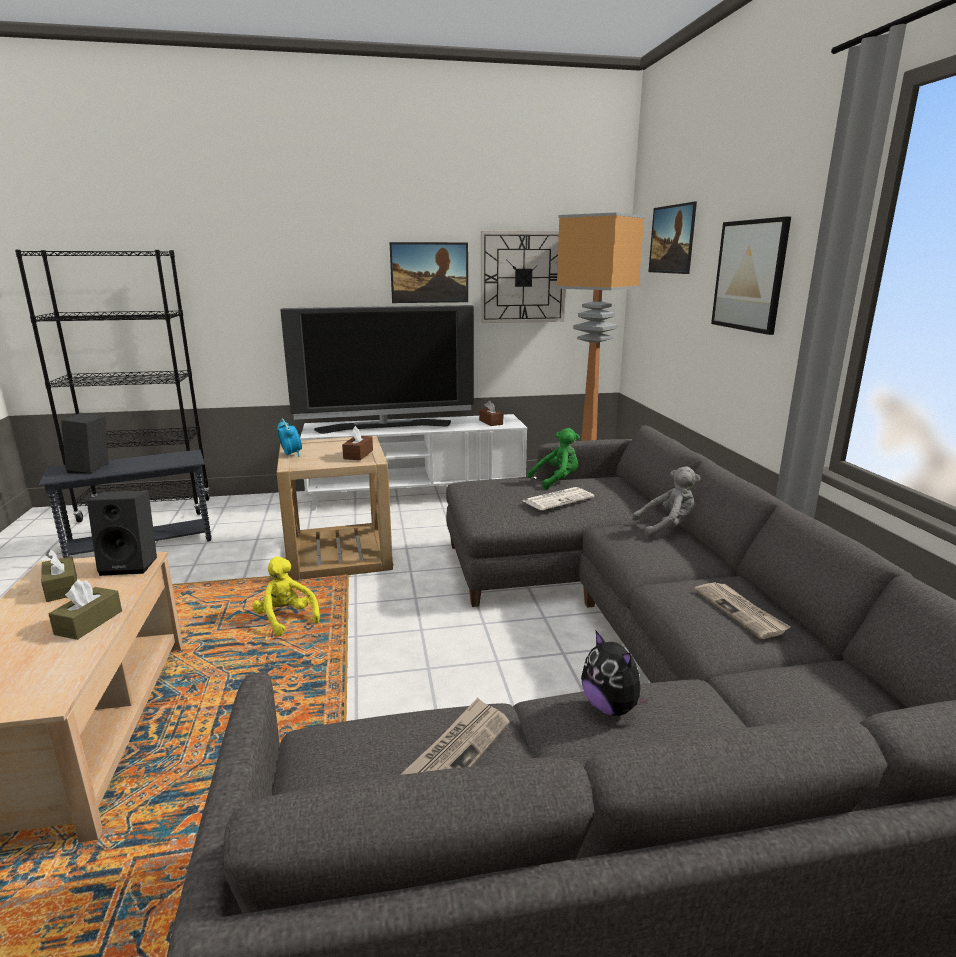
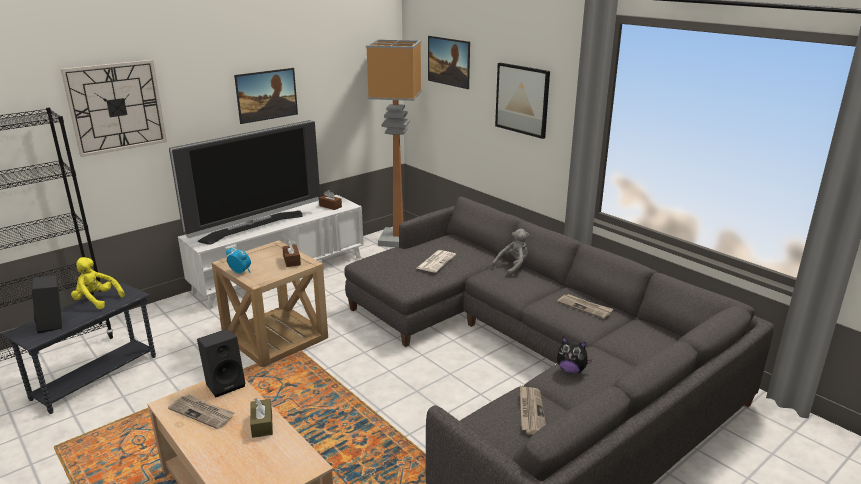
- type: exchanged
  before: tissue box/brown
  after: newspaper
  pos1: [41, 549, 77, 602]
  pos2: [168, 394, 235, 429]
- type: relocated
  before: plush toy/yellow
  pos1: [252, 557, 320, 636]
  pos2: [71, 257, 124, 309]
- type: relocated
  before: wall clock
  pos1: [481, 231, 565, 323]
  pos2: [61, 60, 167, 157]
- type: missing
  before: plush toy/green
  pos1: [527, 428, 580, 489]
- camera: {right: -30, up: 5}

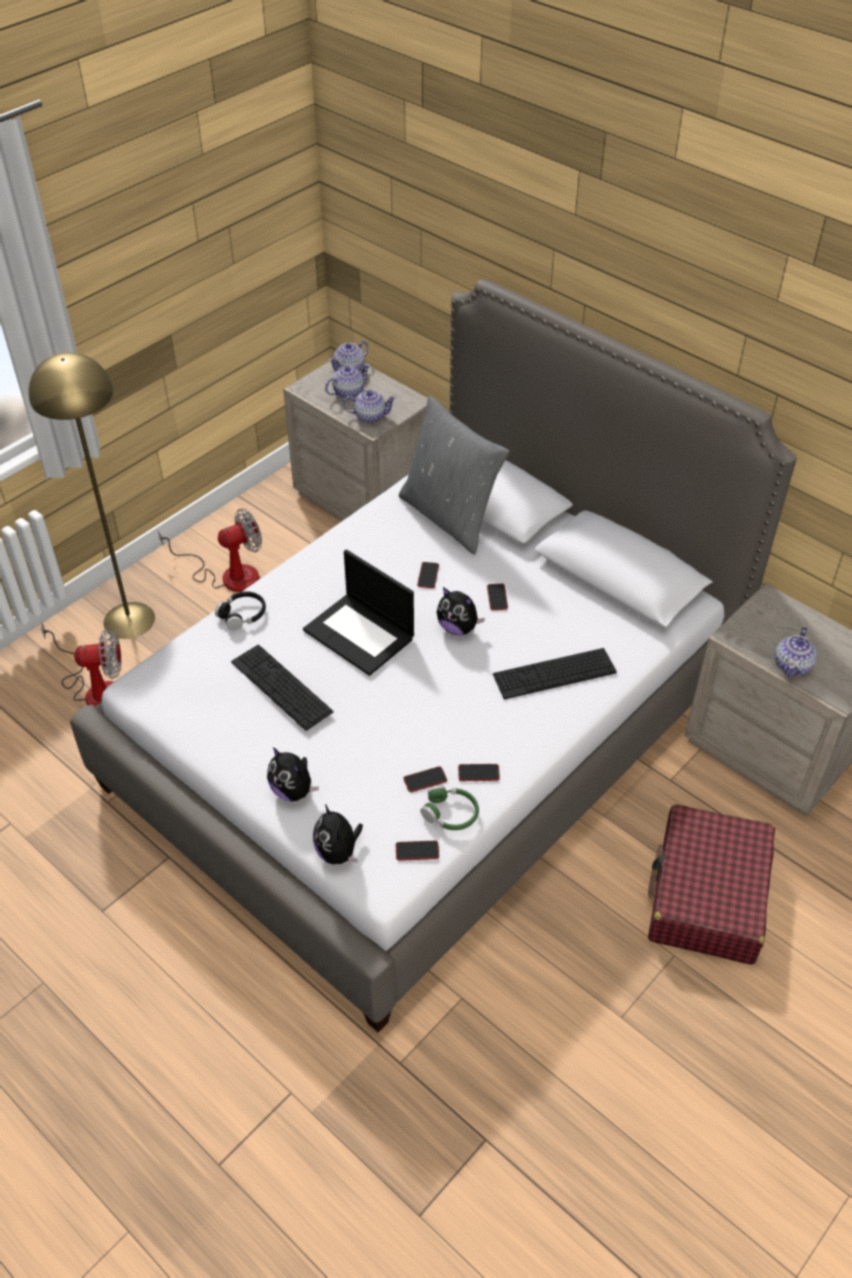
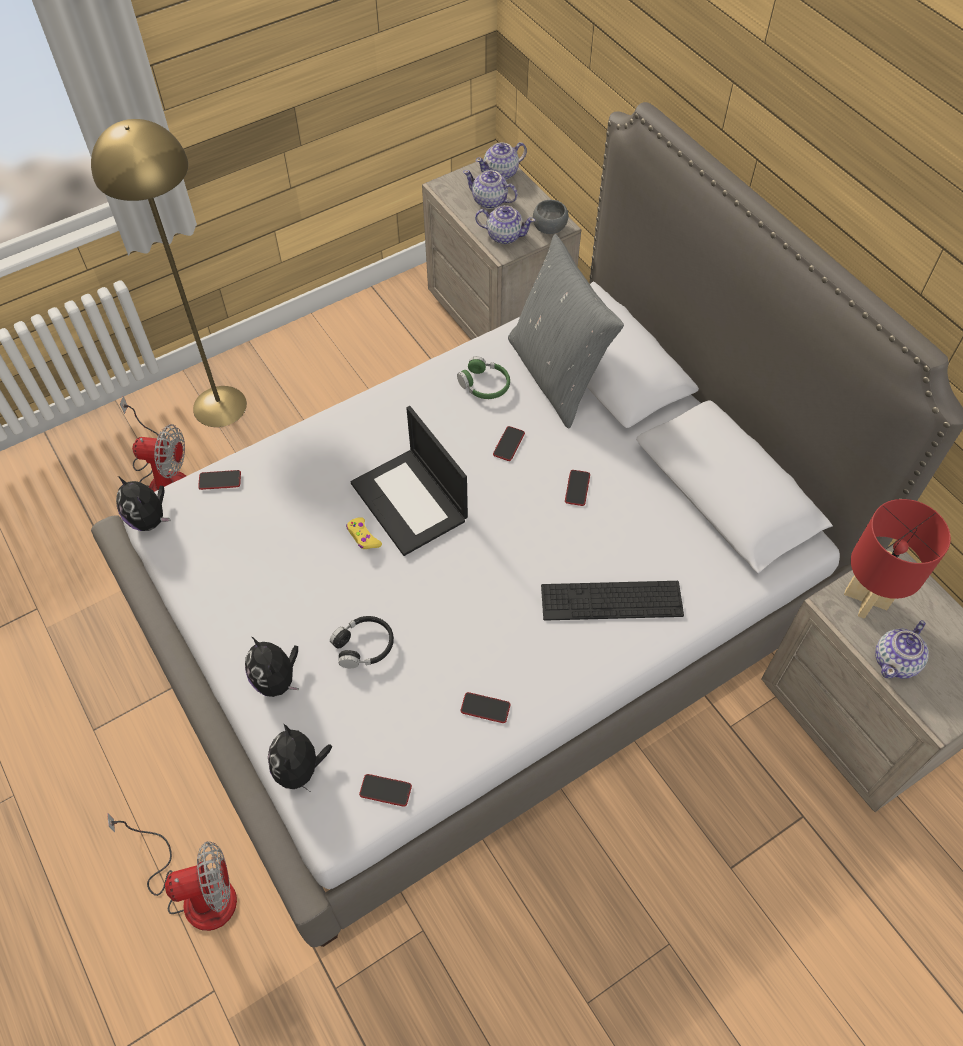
- type: relocated
  before: fan
  pos1: [158, 509, 262, 592]
  pos2: [107, 813, 237, 931]
- type: relocated
  before: headphones/black
  pos1: [215, 591, 266, 630]
  pos2: [330, 616, 394, 668]
- type: missing
  before: keyboard
  pos1: [231, 645, 333, 731]
- type: spun
  before: teapot
  pos1: [325, 364, 370, 398]
  pos2: [463, 170, 518, 209]
  turn: -135
- type: relocated
  before: phone
  pos1: [403, 766, 447, 792]
  pos2: [198, 470, 241, 490]
- type: relocated
  before: headphones/green
  pos1: [421, 785, 479, 830]
  pos2: [457, 356, 510, 399]
- type: relocated
  before: plush toy
  pos1: [437, 587, 485, 635]
  pos2: [116, 476, 171, 531]
- type: missing
  before: suitcase/red
  pos1: [648, 804, 775, 965]
- type: appeared
  after: game controller/yellow
  pos2: [346, 517, 382, 549]
- type: appeared
  after: bowl/grey
  pos2: [533, 200, 568, 234]
- type: appeared
  after: table lamp/red
  pos2: [844, 499, 951, 619]
- camera: {right: 15, up: 10}

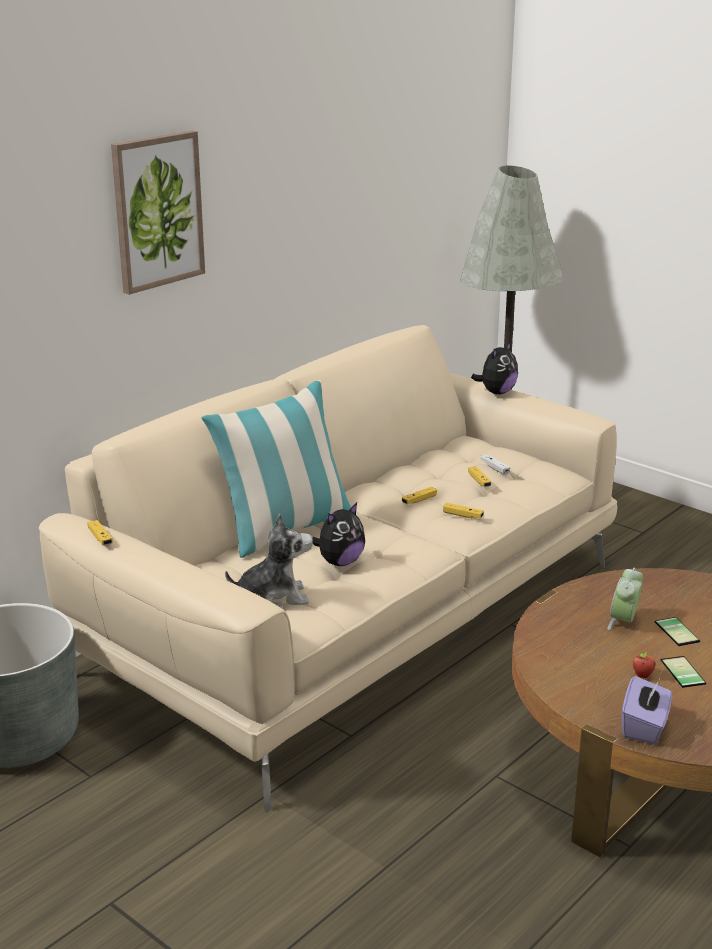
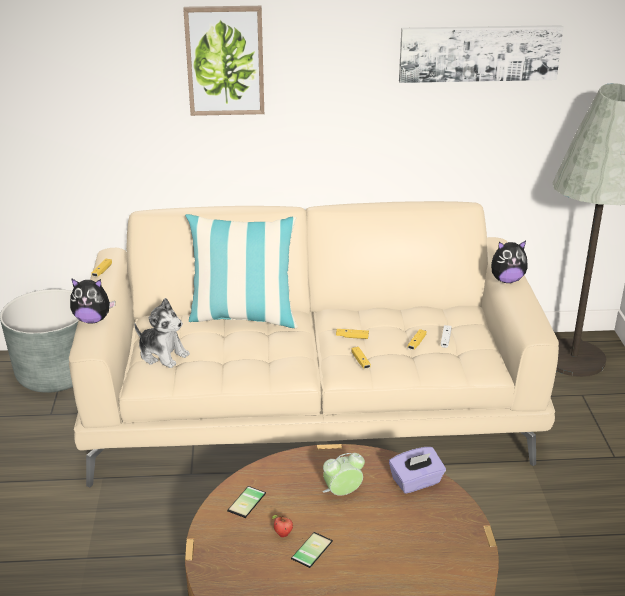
- type: relocated
  before: plush toy
  pos1: [313, 503, 365, 566]
  pos2: [70, 278, 115, 324]
- type: relocated
  before: tissue box/purple
  pos1: [622, 676, 672, 744]
  pos2: [389, 447, 446, 494]
- type: relocated
  before: phone
  pos1: [655, 617, 700, 646]
  pos2: [227, 486, 266, 518]
- type: appeared
  after: picture
  pos2: [399, 25, 563, 83]
- camera: {right: 45, up: 5}

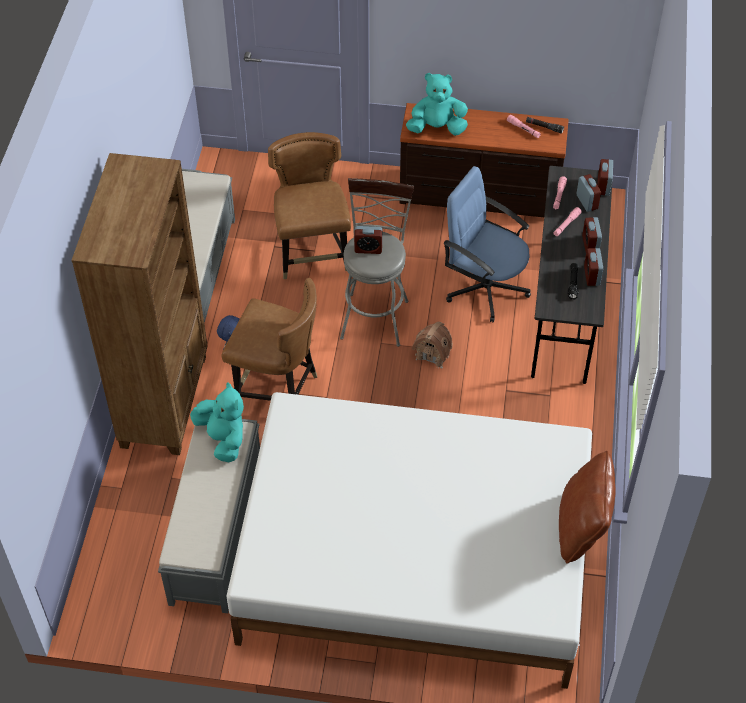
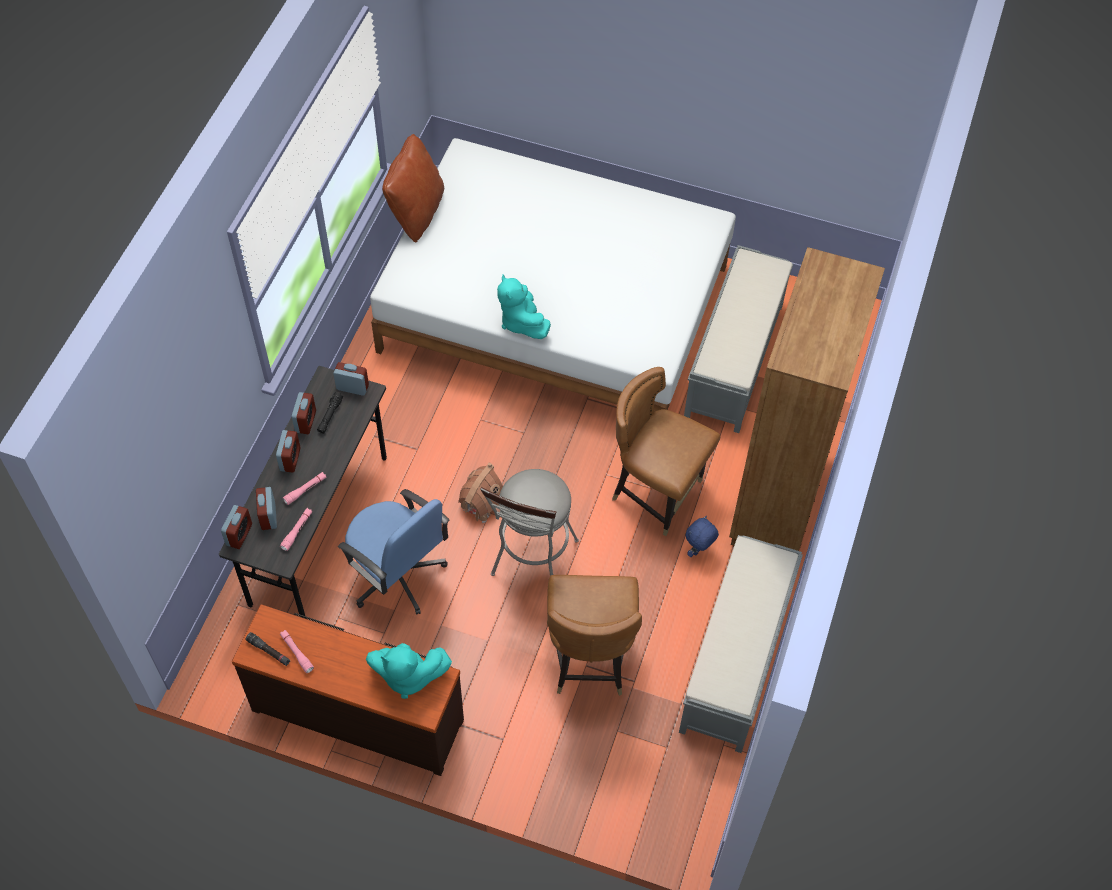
- type: relocated
  before: plush toy/turquoise
  pos1: [190, 382, 244, 463]
  pos2: [497, 274, 551, 339]
- type: relocated
  before: alarm clock
  pos1: [354, 226, 383, 254]
  pos2: [333, 362, 369, 396]
- camera: {right: -170, up: 5}

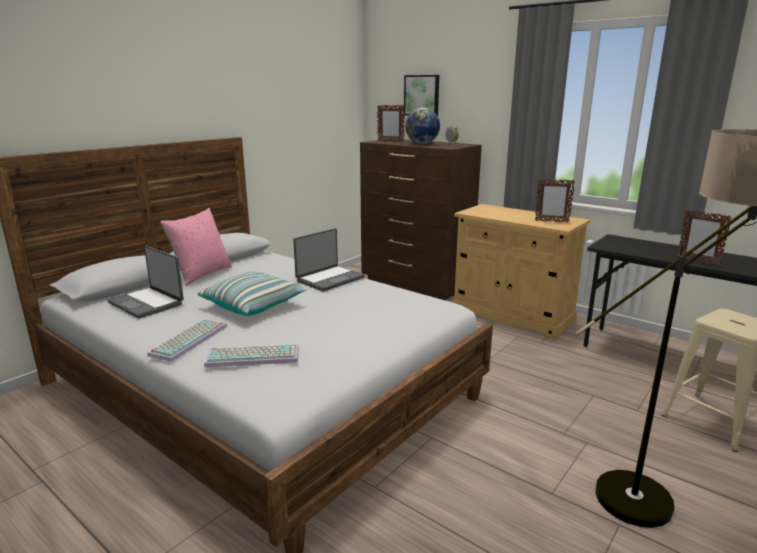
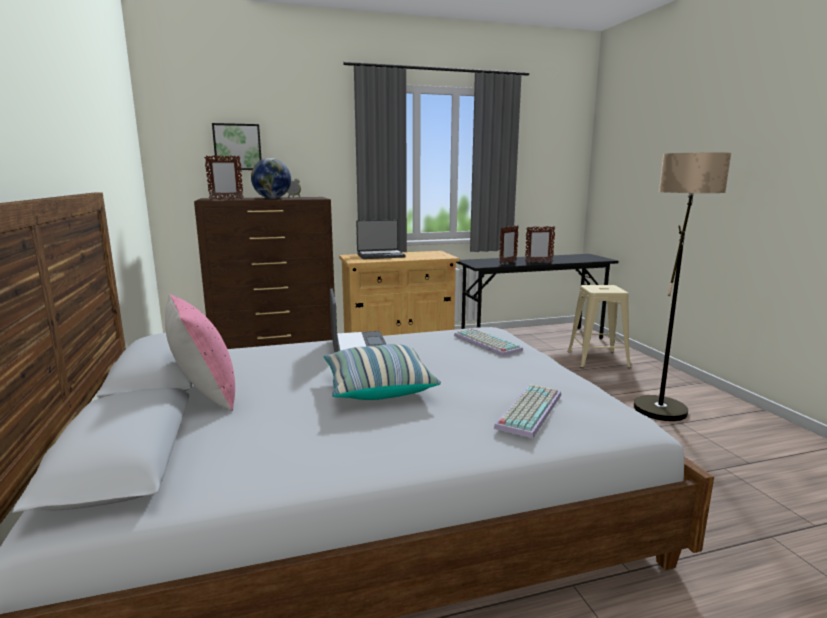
- type: relocated
  before: laptop
  pos1: [107, 246, 184, 319]
  pos2: [356, 219, 406, 259]
- type: relocated
  before: keyboard
  pos1: [147, 319, 227, 362]
  pos2: [454, 328, 523, 356]
- type: relocated
  before: picture frame
  pos1: [535, 179, 575, 223]
  pos2: [499, 225, 518, 264]
- camera: {right: -55, up: -5}

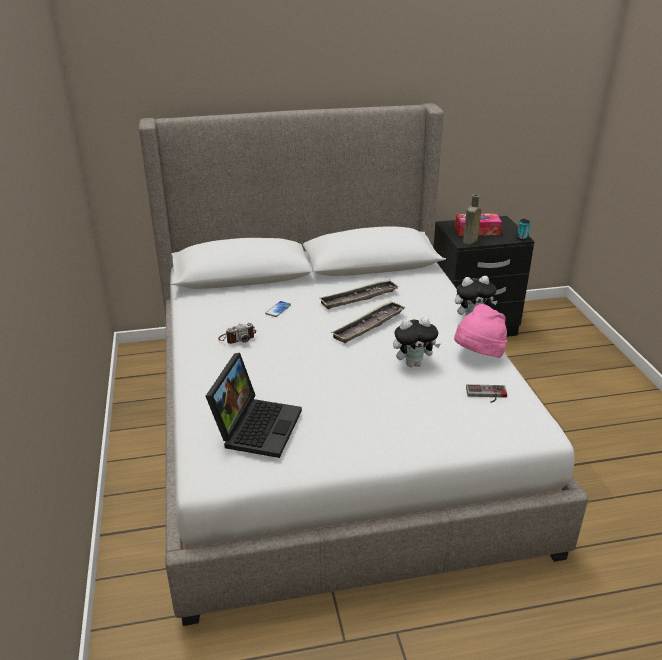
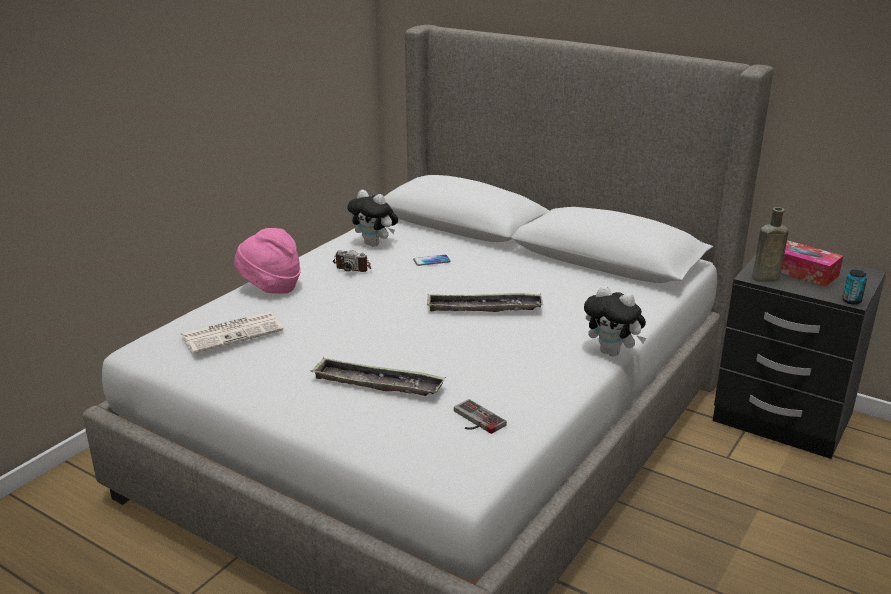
- type: exchanged
  before: laptop
  after: newspaper
  pos1: [206, 353, 302, 458]
  pos2: [181, 312, 283, 354]
- type: relocated
  before: tray
  pos1: [319, 279, 399, 309]
  pos2: [310, 357, 446, 396]
- type: relocated
  before: plush toy
  pos1: [393, 317, 440, 367]
  pos2: [347, 190, 398, 247]
- type: relocated
  before: hat/pink
  pos1: [454, 304, 507, 358]
  pos2: [234, 228, 301, 294]
- camera: {right: 45, up: -5}

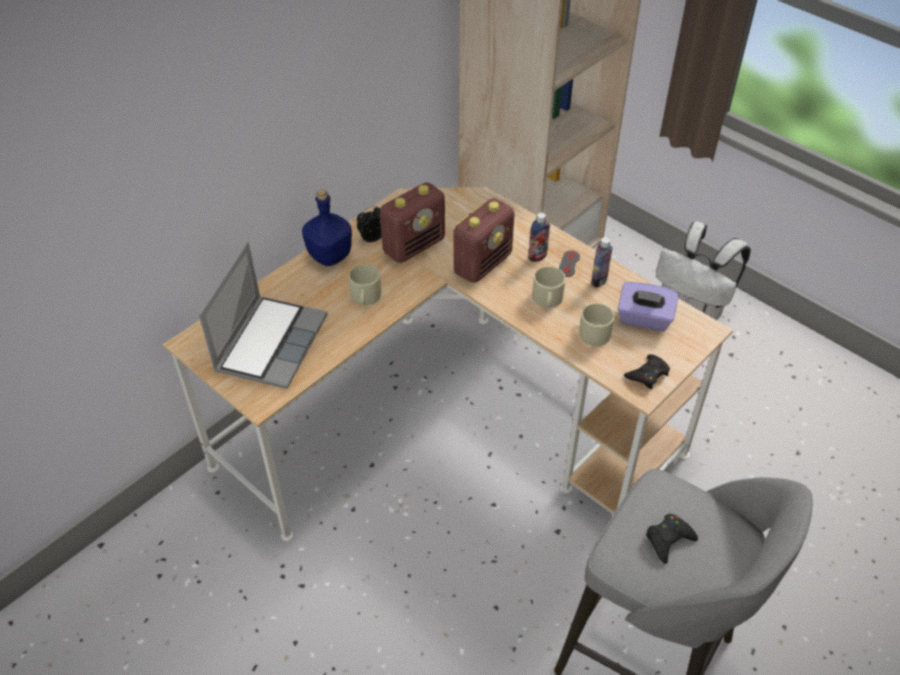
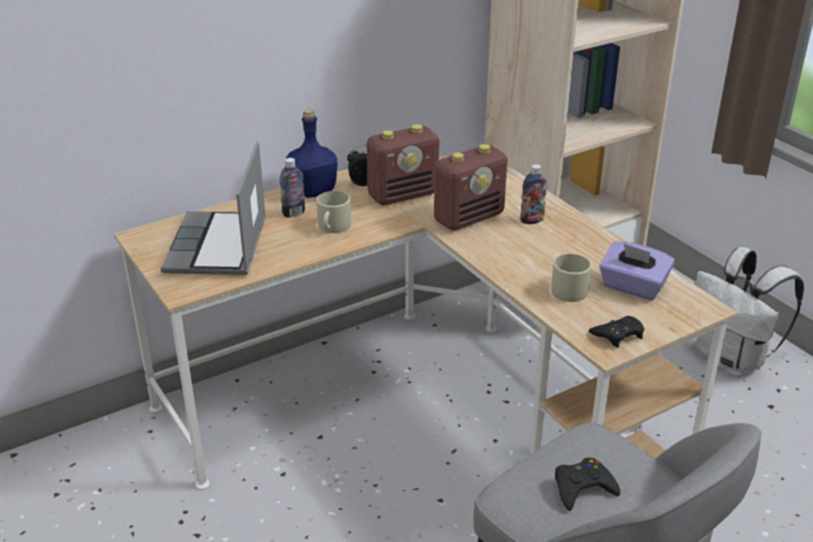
- type: spun
  before: laptop
  pos1: [199, 242, 327, 389]
  pos2: [161, 142, 266, 275]
  turn: 150
- type: missing
  before: mug/beige
  pos1: [533, 266, 566, 308]
- type: missing
  before: game controller/grey
  pos1: [559, 250, 580, 277]
- type: relocated
  before: bottle
  pos1: [591, 237, 613, 288]
  pos2: [280, 158, 305, 218]
- camera: {right: 15, up: -15}

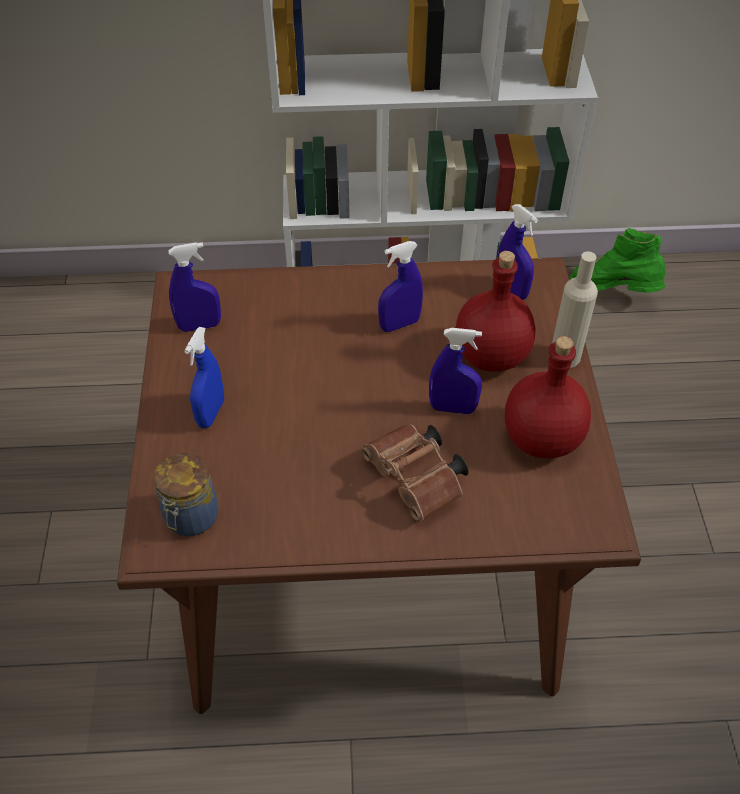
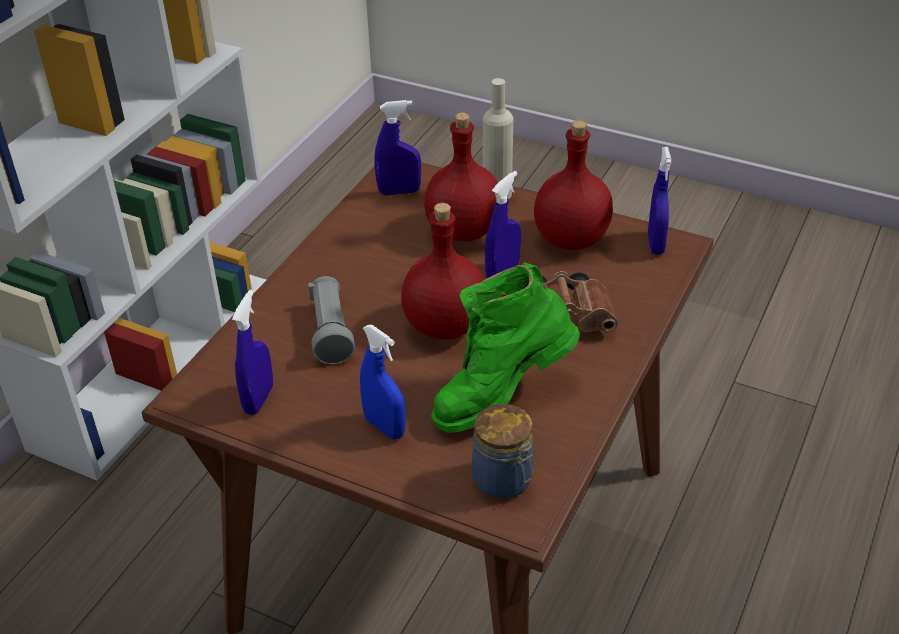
- type: relocated
  before: spray bottle/blue
  pos1: [378, 241, 423, 332]
  pos2: [648, 147, 671, 255]
- type: relocated
  before: boot/green
  pos1: [570, 228, 665, 293]
  pos2: [431, 262, 580, 433]
- type: appeared
  after: flashlight/grey
  pos2: [308, 276, 355, 365]
- type: appeared
  after: bottle/red
  pos2: [401, 203, 485, 339]
- camera: {right: -60, up: -10}

